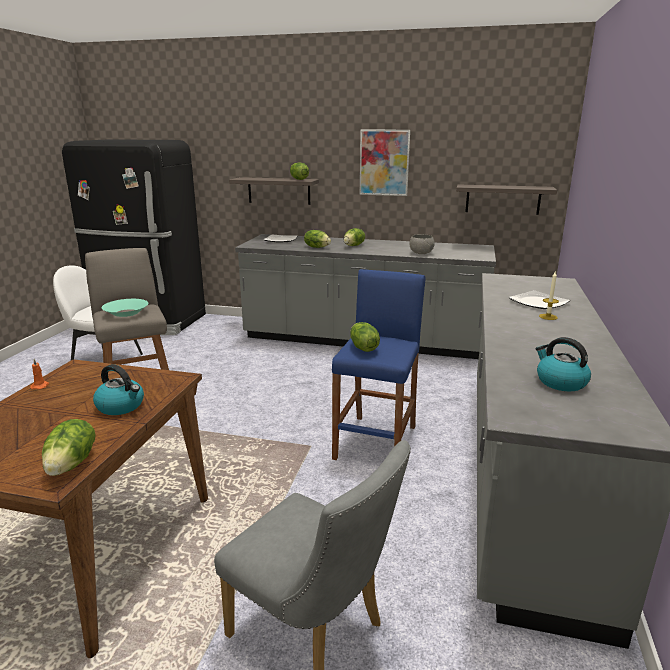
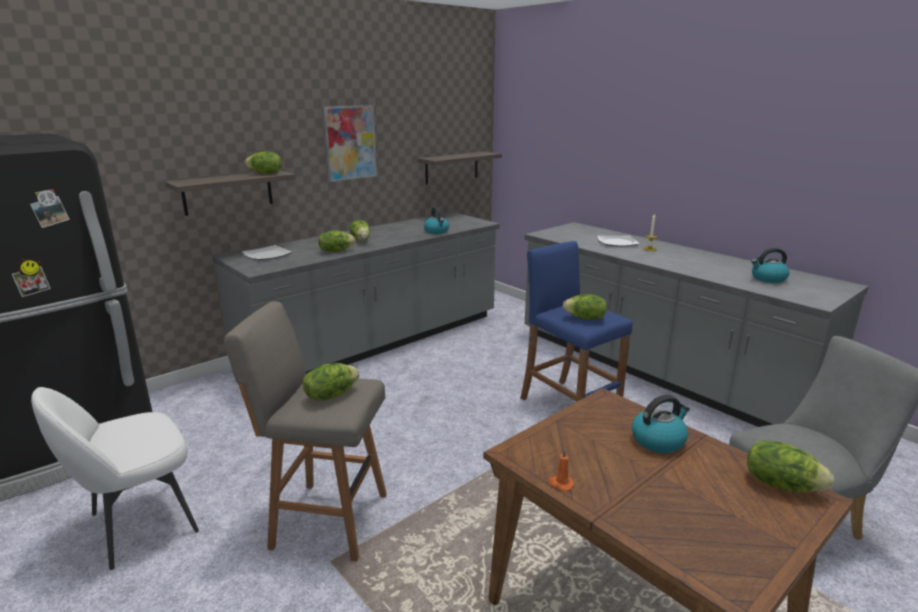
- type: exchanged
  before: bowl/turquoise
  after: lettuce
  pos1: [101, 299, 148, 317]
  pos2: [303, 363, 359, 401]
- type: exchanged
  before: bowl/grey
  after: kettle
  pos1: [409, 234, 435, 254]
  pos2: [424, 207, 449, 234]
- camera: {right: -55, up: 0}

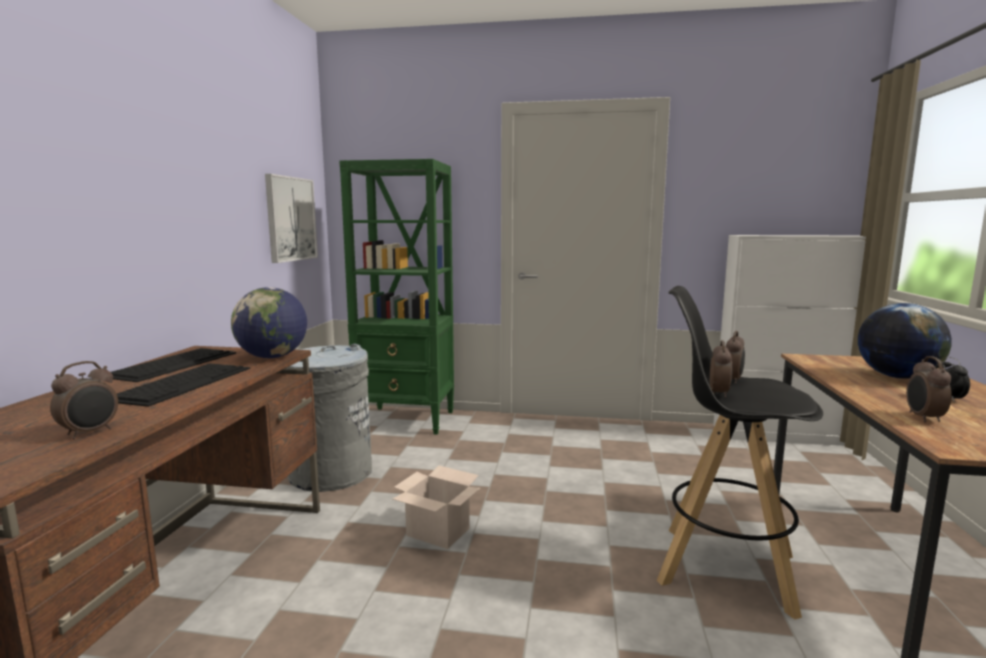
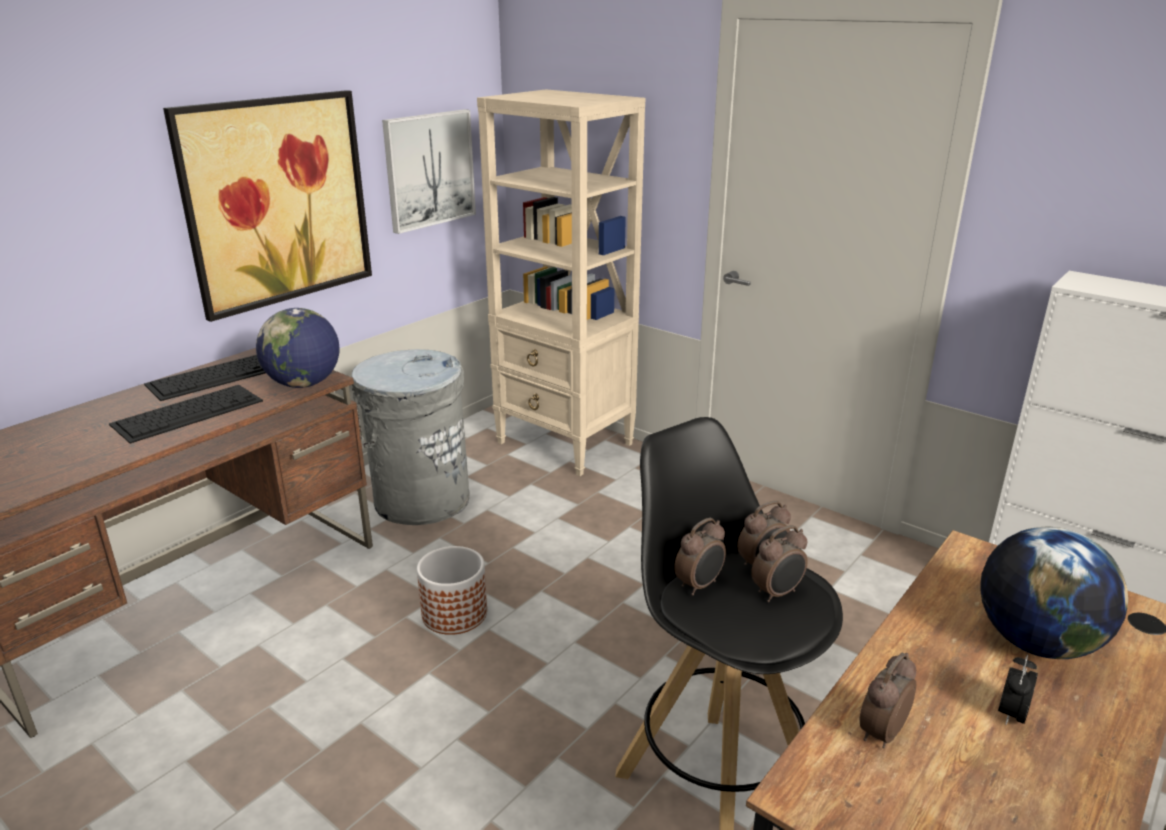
- type: relocated
  before: alarm clock
  pos1: [50, 361, 118, 439]
  pos2: [751, 525, 808, 602]
- type: colour
  before: bookcase/green
  after: bookcase/beige
  pos1: [339, 159, 454, 435]
  pos2: [477, 89, 645, 476]
- type: exchanged
  before: cardboard box
  after: planter
  pos1: [393, 465, 481, 549]
  pos2: [417, 546, 487, 635]
- type: appeared
  after: picture
  pos2: [163, 90, 372, 322]
- camera: {right: 30, up: 15}

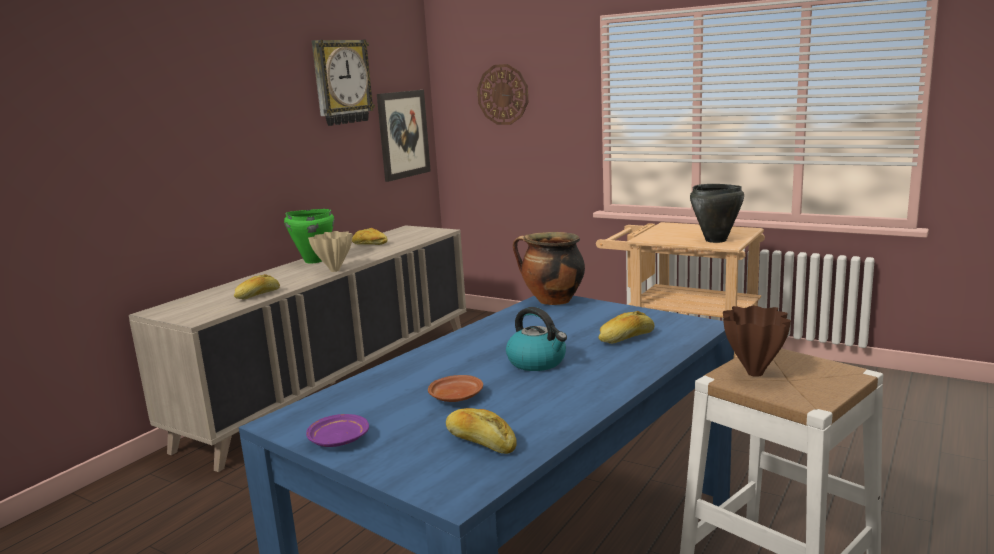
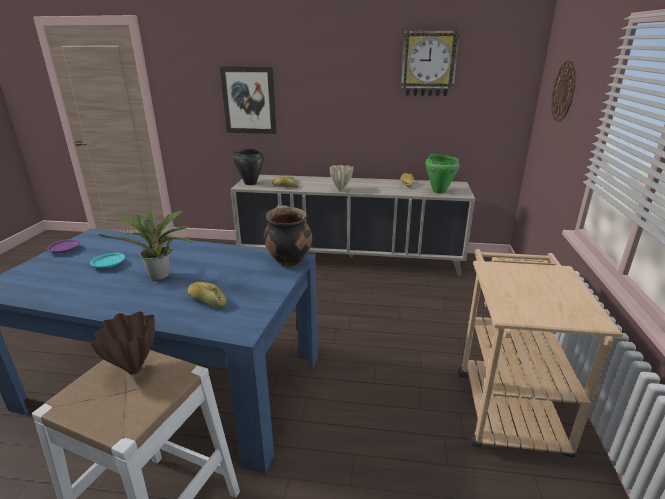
- type: relocated
  before: cooking pot/green
  pos1: [284, 209, 334, 263]
  pos2: [426, 154, 460, 193]
- type: relocated
  before: picture
  pos1: [377, 90, 431, 182]
  pos2: [220, 66, 277, 134]
- type: colour
  before: plate/brown
  after: plate/turquoise
  pos1: [428, 375, 483, 402]
  pos2: [90, 253, 125, 268]
- type: missing
  before: bread
  pos1: [446, 408, 517, 454]
- type: exchanged
  before: kettle
  after: potted plant
  pos1: [506, 307, 567, 371]
  pos2: [98, 210, 192, 280]
- type: relocated
  before: cooking pot/black
  pos1: [690, 184, 744, 243]
  pos2: [233, 149, 264, 185]
- camera: {right: 65, up: 10}

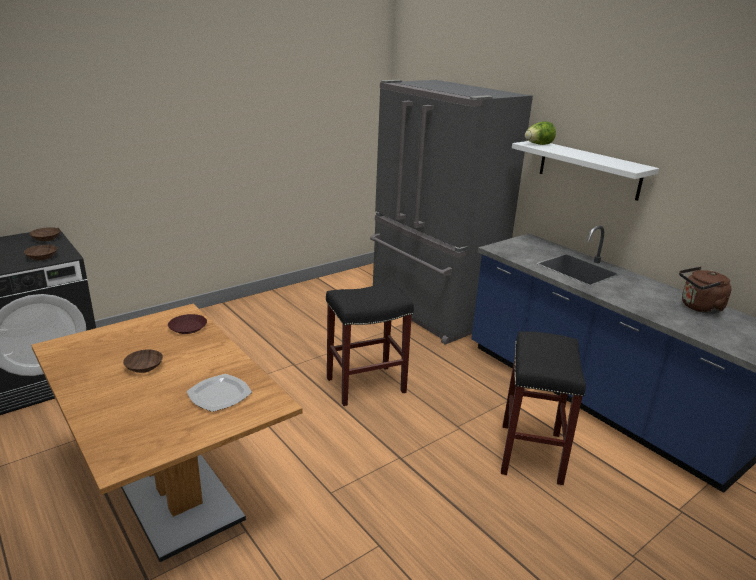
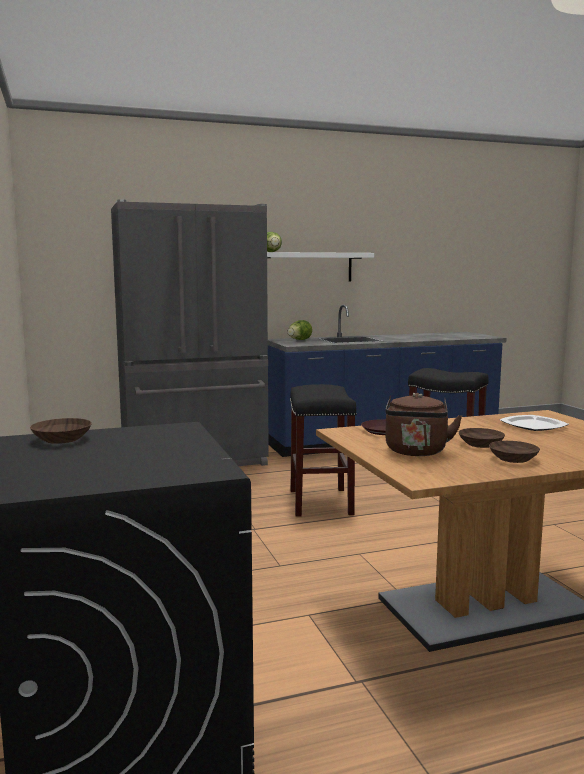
- type: relocated
  before: bowl/brown
  pos1: [24, 245, 57, 260]
  pos2: [489, 441, 540, 463]
- type: relocated
  before: kettle/brown
  pos1: [679, 267, 732, 314]
  pos2: [385, 393, 462, 456]
- type: appeared
  after: lettuce
  pos2: [287, 320, 312, 340]
- camera: {right: -70, up: -15}

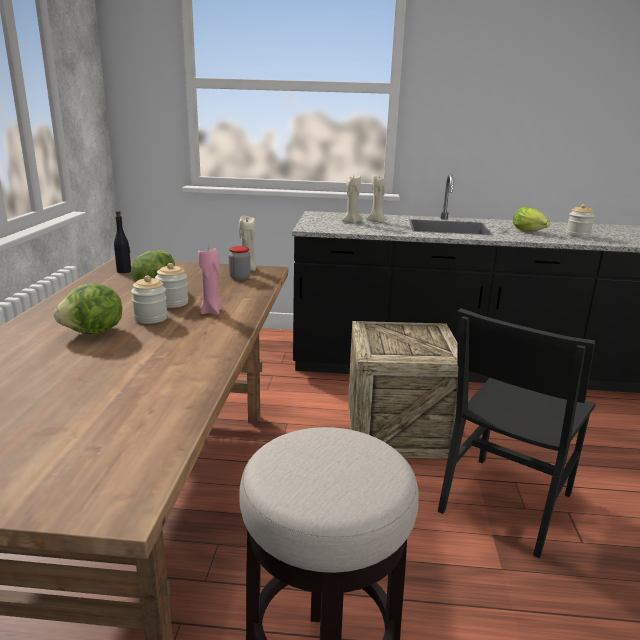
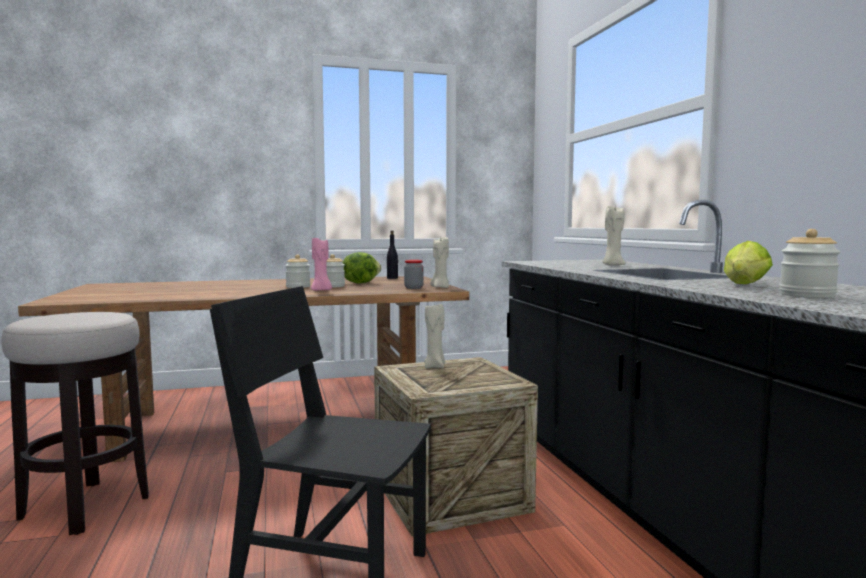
- type: missing
  before: lettuce
  pos1: [54, 283, 122, 334]
- type: relocated
  before: candle/beige
  pos1: [342, 175, 363, 224]
  pos2: [424, 302, 445, 368]
- camera: {right: 70, up: -15}

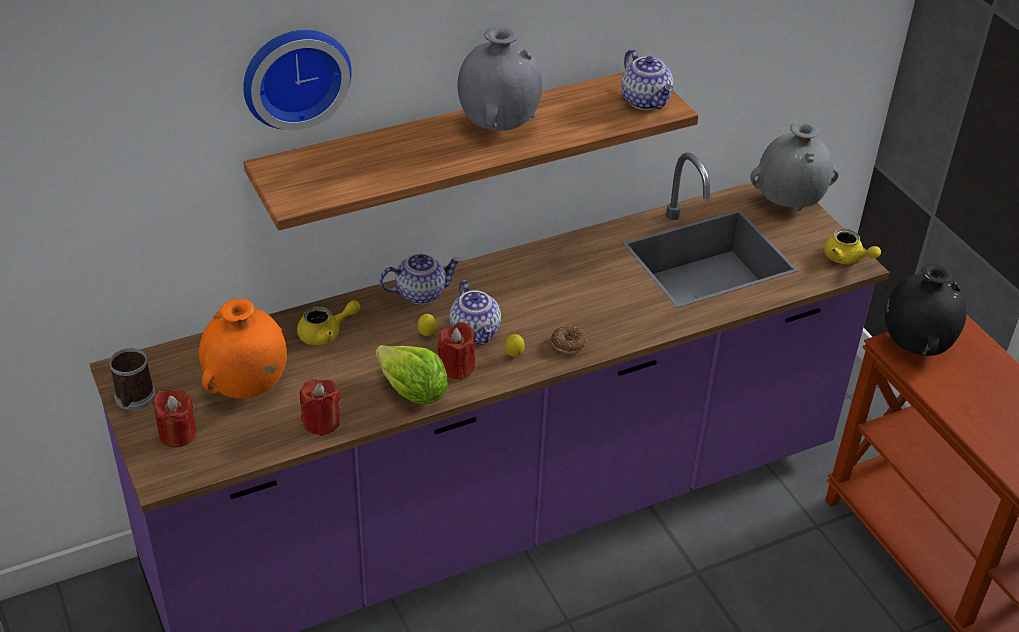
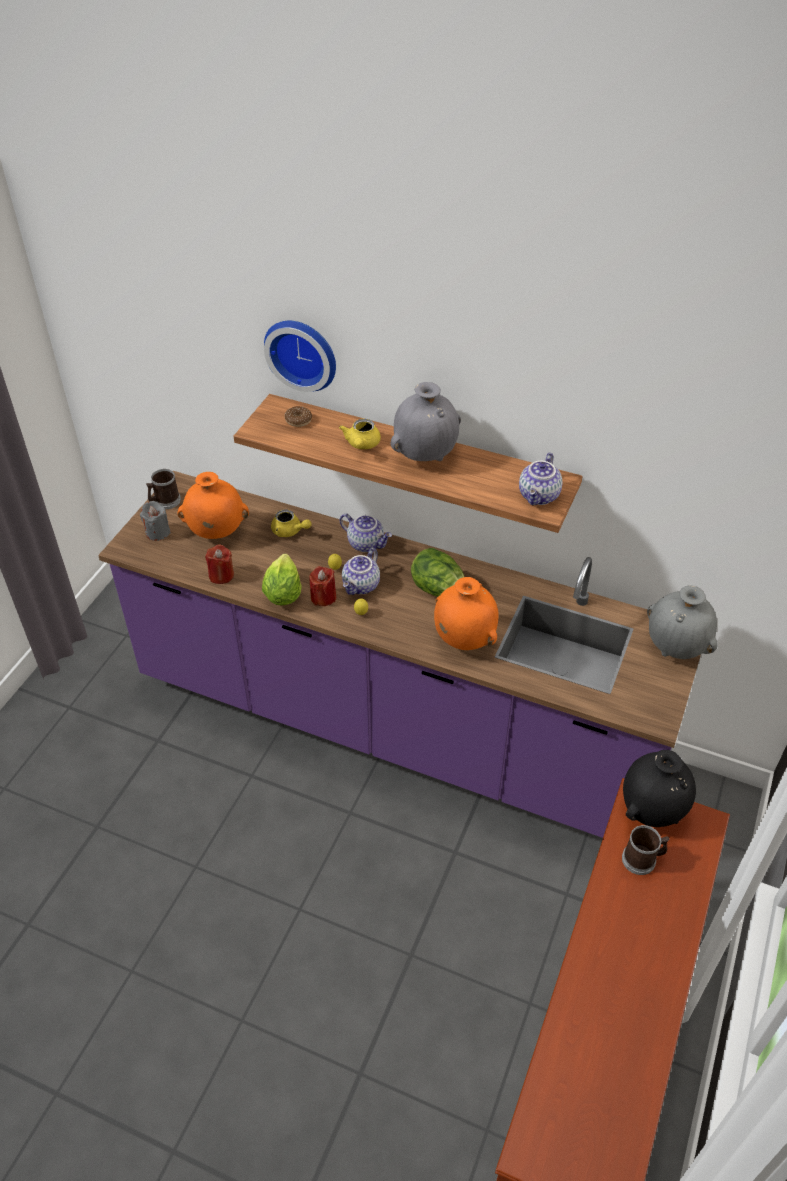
- type: colour
  before: candle/red
  after: candle/grey
  pos1: [152, 390, 197, 447]
  pos2: [140, 501, 171, 541]
- type: relocated
  before: donut
  pos1: [551, 326, 587, 354]
  pos2: [285, 406, 312, 427]
- type: relocated
  before: teapot/yellow
  pos1: [824, 229, 881, 264]
  pos2: [339, 419, 381, 449]
- type: appeared
  after: lettuce
  pos2: [411, 548, 464, 597]
- type: appeared
  after: vase/orange
  pos2: [434, 577, 499, 650]
- type: appeared
  after: mug
  pos2: [622, 825, 670, 875]
- camera: {right: 50, up: 5}

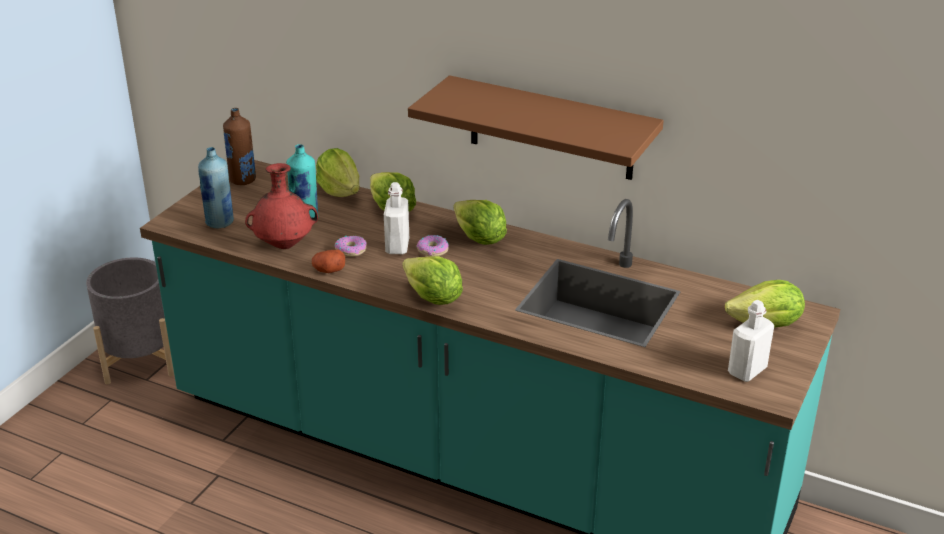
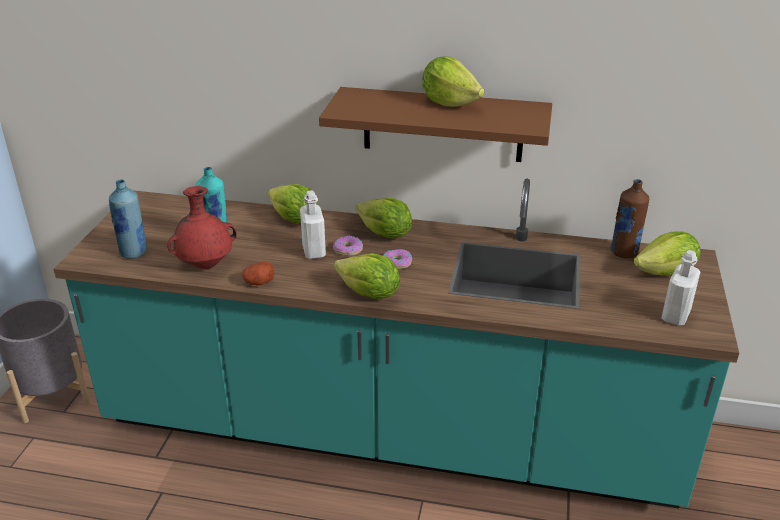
- type: relocated
  before: bottle/brown
  pos1: [223, 108, 256, 185]
  pos2: [610, 179, 649, 259]
- type: relocated
  before: lettuce
  pos1: [316, 148, 359, 197]
  pos2: [422, 56, 484, 107]
- type: relocated
  before: donut
  pos1: [335, 236, 367, 257]
  pos2: [383, 249, 412, 269]
- camera: {right: -15, up: 0}

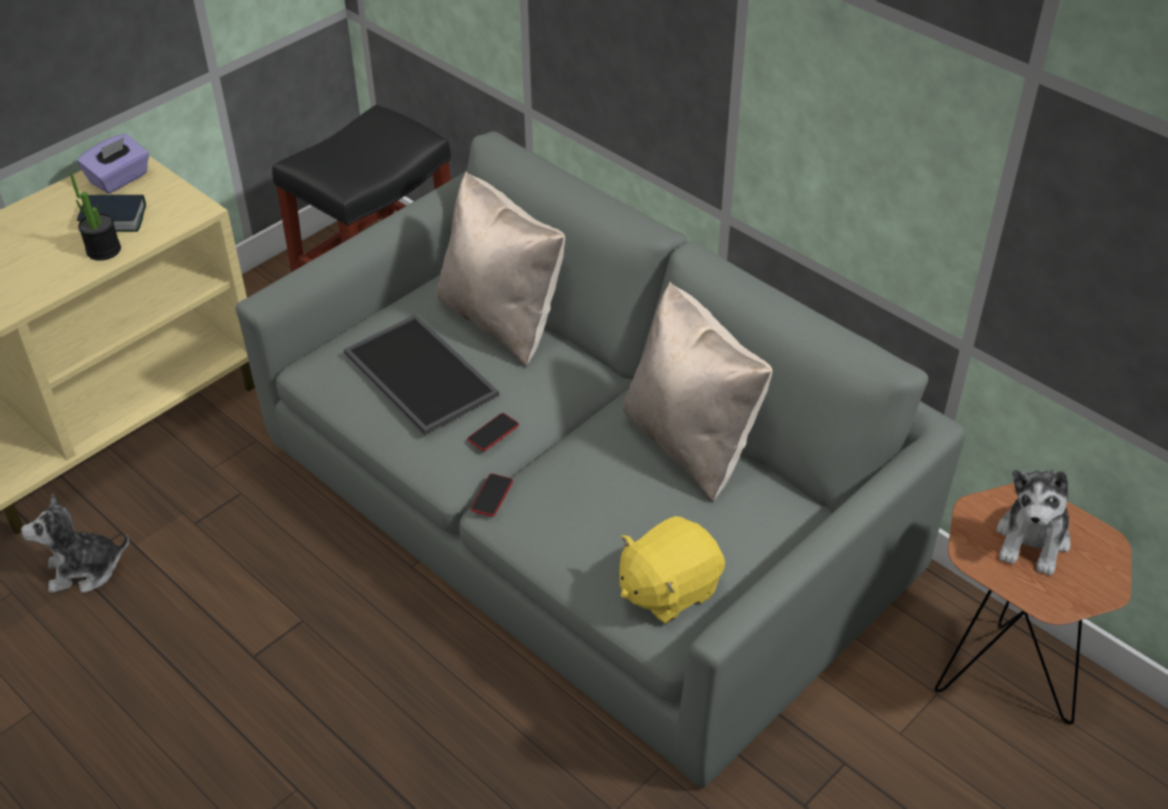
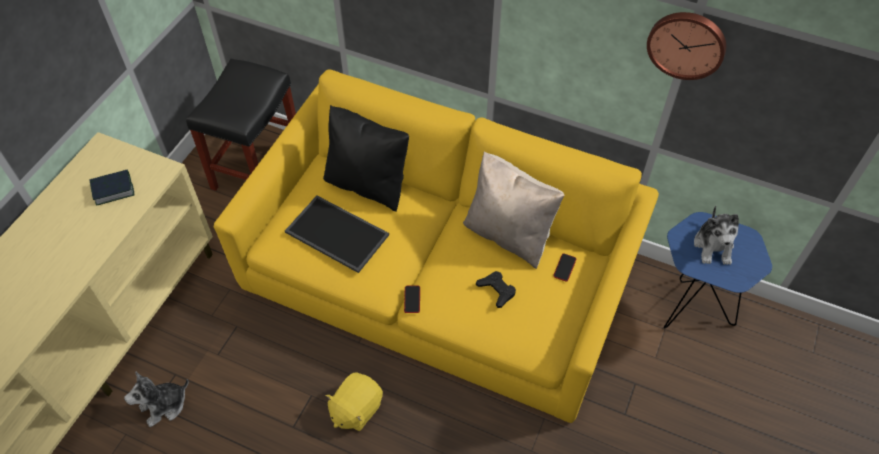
- type: missing
  before: potted plant
  pos1: [69, 171, 121, 261]
- type: missing
  before: tissue box/purple
  pos1: [77, 134, 149, 194]
- type: colour
  before: sofa/grey
  after: sofa/yellow
  pos1: [236, 131, 965, 788]
  pos2: [214, 69, 659, 423]
- type: colour
  before: pillow/beige
  after: pillow/black
  pos1: [436, 171, 565, 367]
  pos2: [323, 105, 409, 212]
- type: relocated
  before: phone
  pos1: [468, 413, 519, 451]
  pos2: [553, 253, 576, 282]
- type: relocated
  before: plush toy/yellow
  pos1: [619, 516, 725, 624]
  pos2: [325, 372, 383, 431]
- type: colour
  before: side table/brown
  after: side table/blue
  pos1: [935, 483, 1132, 725]
  pos2: [664, 212, 772, 329]
- type: appeared
  after: game controller/black
  pos2: [476, 271, 516, 308]
- type: appeared
  after: wall clock
  pos2: [647, 12, 726, 80]
- camera: {right: -20, up: 10}

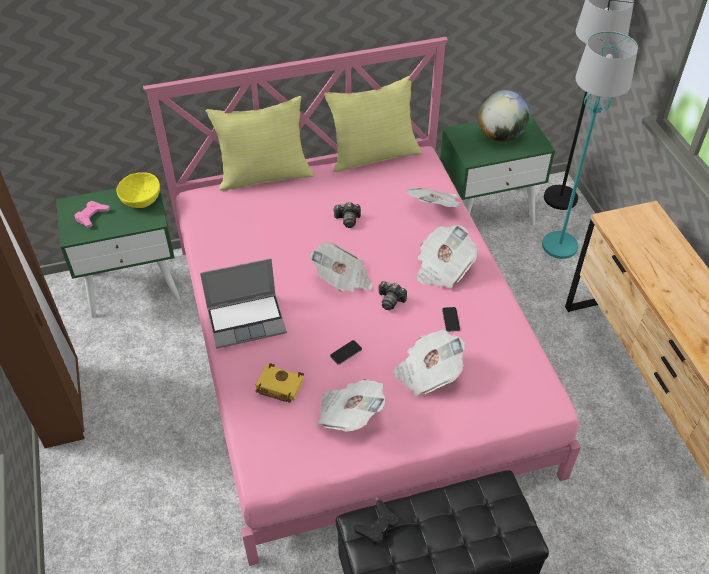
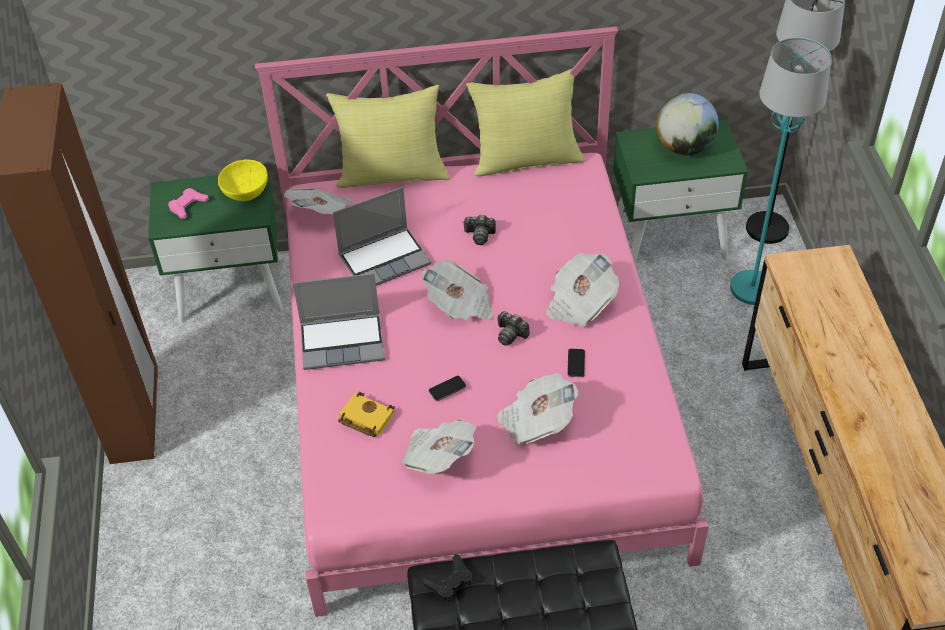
- type: relocated
  before: newspaper
  pos1: [407, 188, 461, 207]
  pos2: [284, 188, 353, 214]
- type: appeared
  after: laptop
  pos2: [333, 187, 431, 286]
- camera: {right: 10, up: 0}

